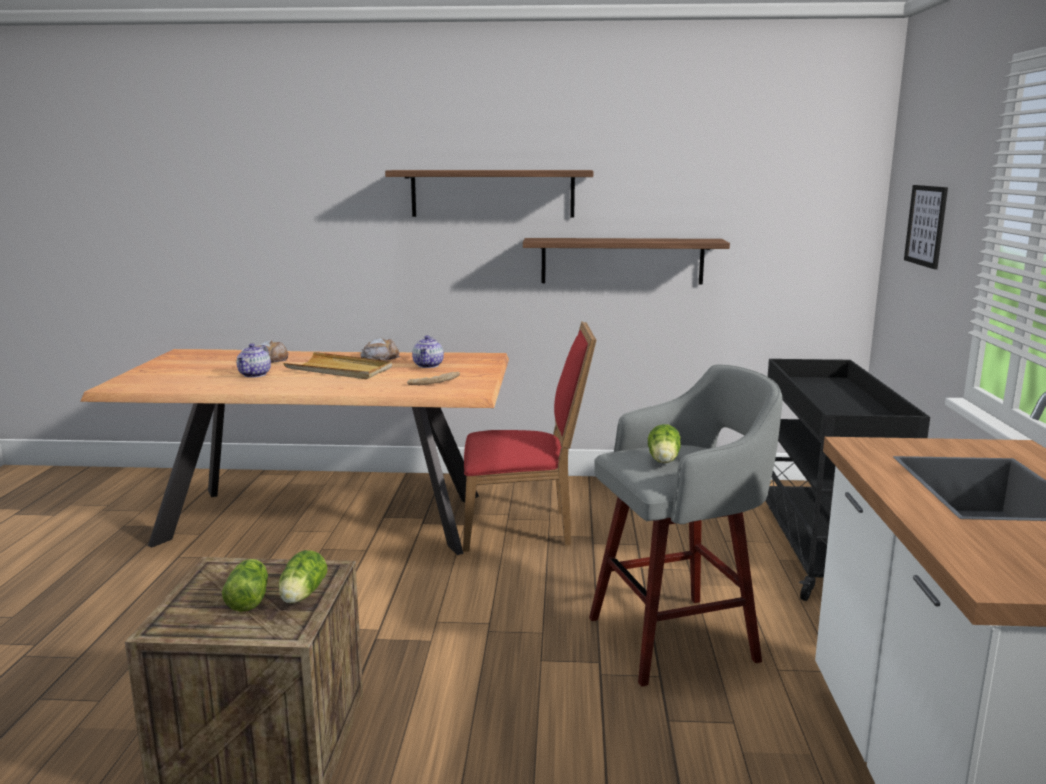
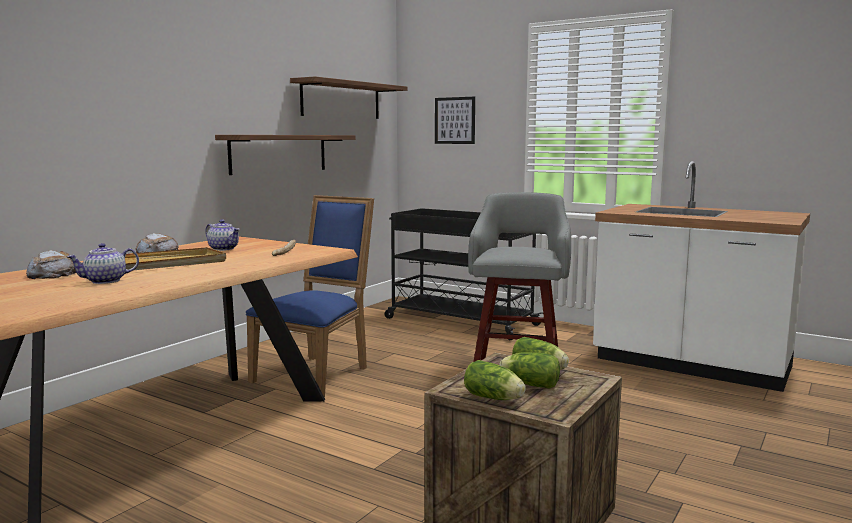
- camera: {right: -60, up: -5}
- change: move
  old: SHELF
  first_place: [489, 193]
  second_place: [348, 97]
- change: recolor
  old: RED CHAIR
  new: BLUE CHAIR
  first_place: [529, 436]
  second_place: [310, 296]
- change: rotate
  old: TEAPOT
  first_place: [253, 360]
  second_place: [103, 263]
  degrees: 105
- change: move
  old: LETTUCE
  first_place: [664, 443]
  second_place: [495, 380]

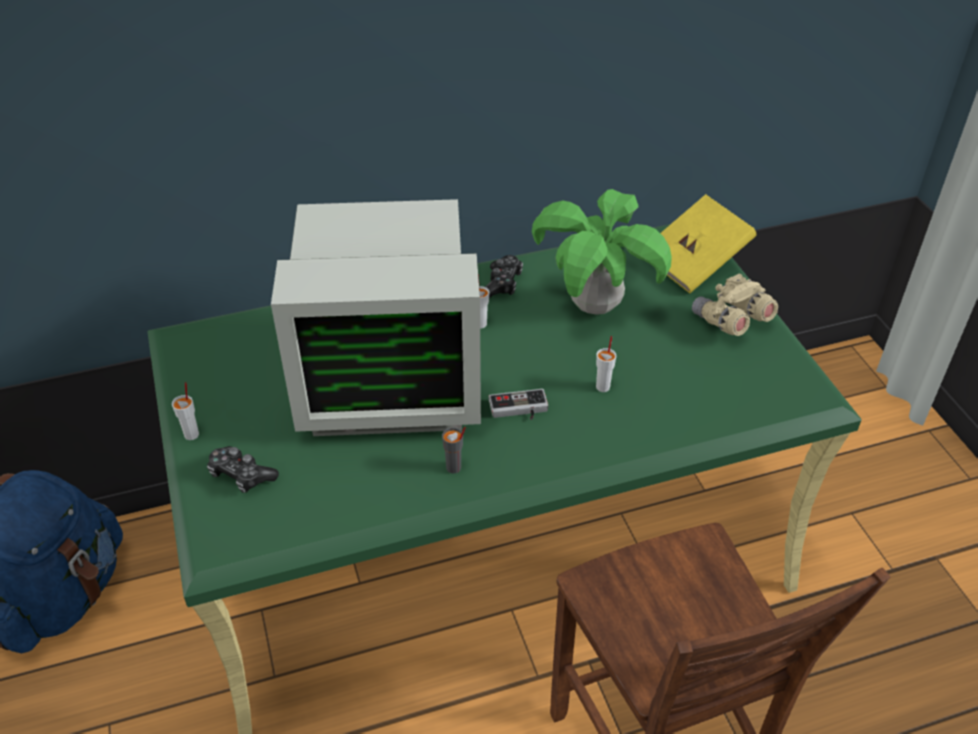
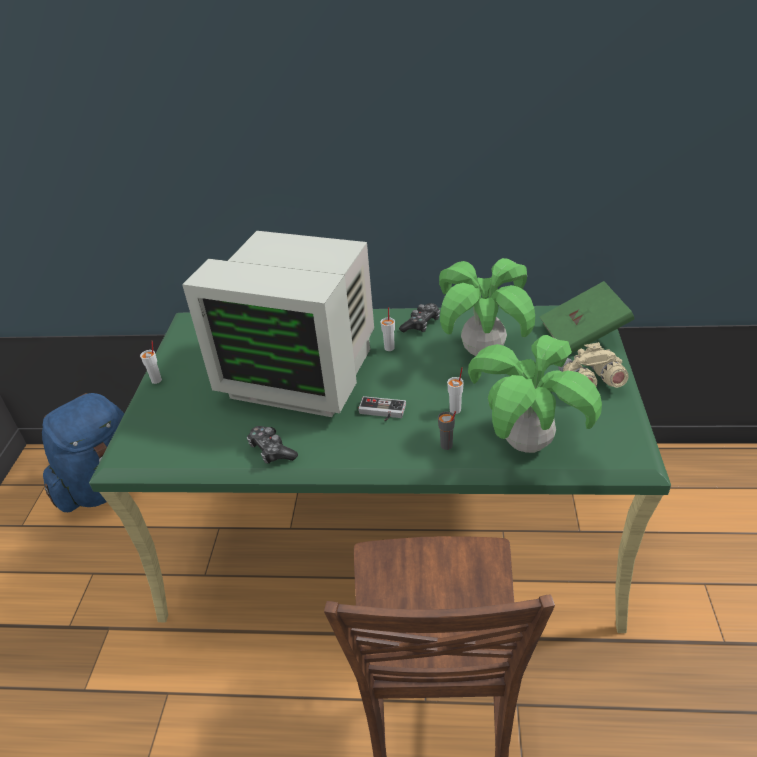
- camera: {right: 25, up: -5}
- change: recolor
  old: YELLOW BOOK
  new: GREEN BOOK
  first_place: [708, 243]
  second_place: [587, 317]
- change: move
  old: GREY CUP
  first_place: [454, 450]
  second_place: [447, 430]
- change: move
  old: GAME CONTROLLER
  first_place: [243, 469]
  second_place: [272, 445]
- change: insert
  new: POTTED PLANT
  second_place: [535, 394]

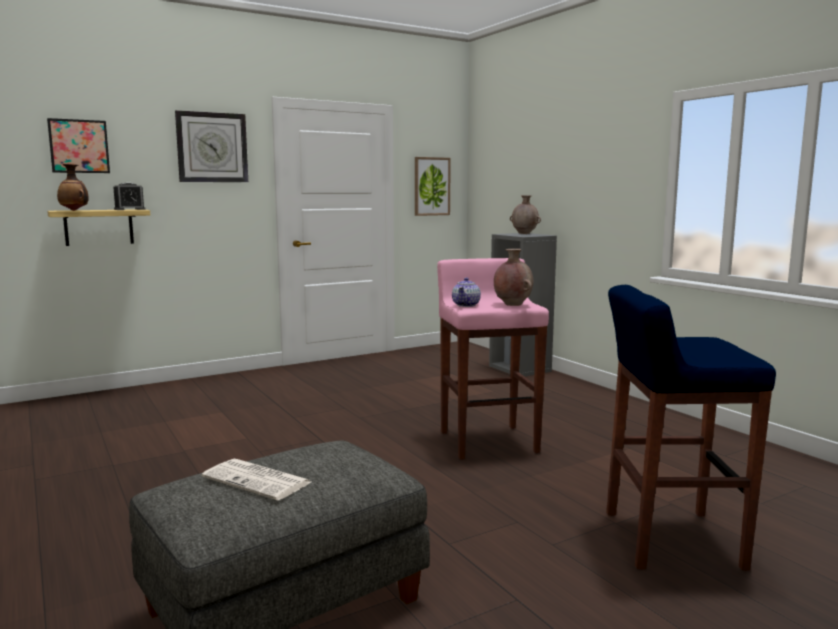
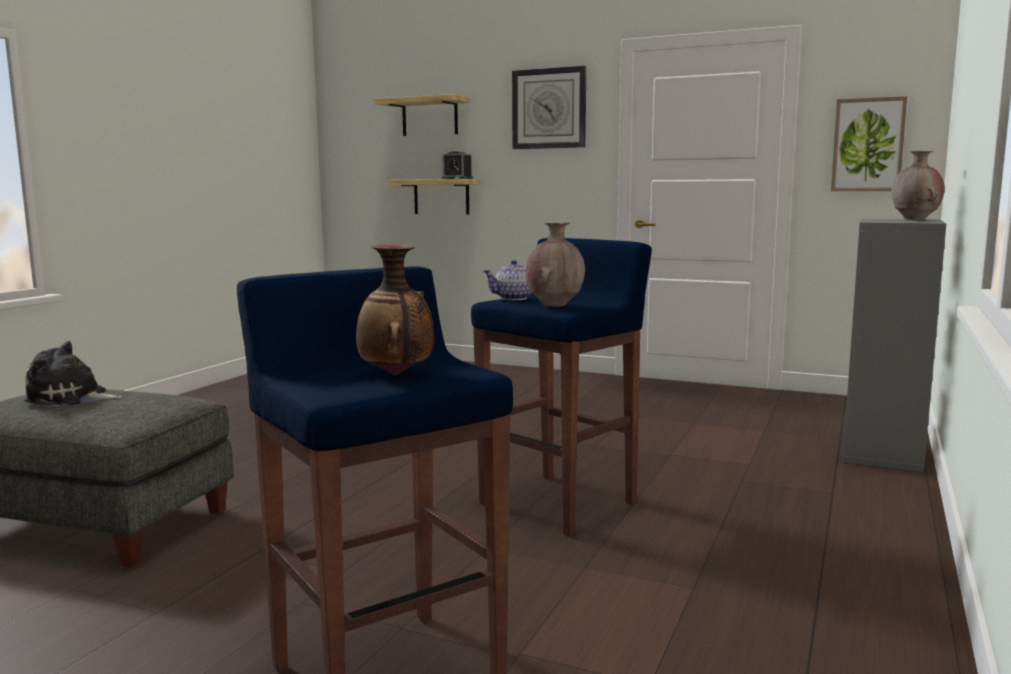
- camera: {right: 55, up: 0}
- change: replace
  old: PICTURE
  new: SHELF
  first_place: [78, 145]
  second_place: [421, 115]
- change: move
  old: VASE
  first_place: [73, 187]
  second_place: [395, 309]
- change: recolor
  old: PINK STOOL
  new: BLUE STOOL
  first_place: [493, 359]
  second_place: [561, 387]
- change: replace
  old: NEWSPAPER
  new: PLUSH TOY
  first_place: [256, 480]
  second_place: [72, 373]

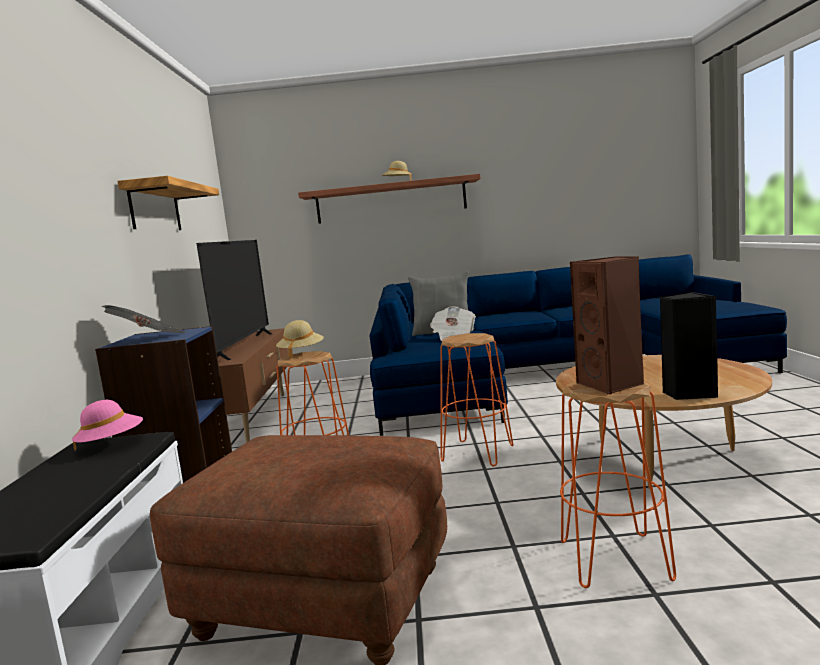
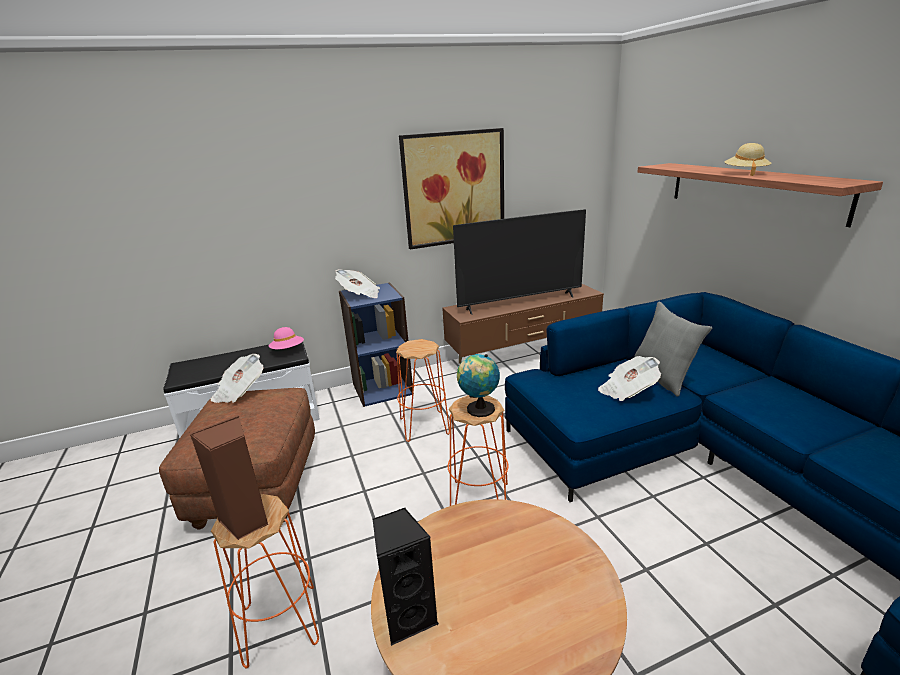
- camera: {right: 70, up: 15}
- change: replace
  old: SHELF
  new: PICTURE
  first_place: [168, 203]
  second_place: [451, 189]
- change: delete
  old: BEIGE HAT
  first_place: [300, 339]
- change: insert
  new: NEWSPAPER
  second_place: [237, 378]
- change: insert
  new: GLOBE
  second_place: [478, 385]

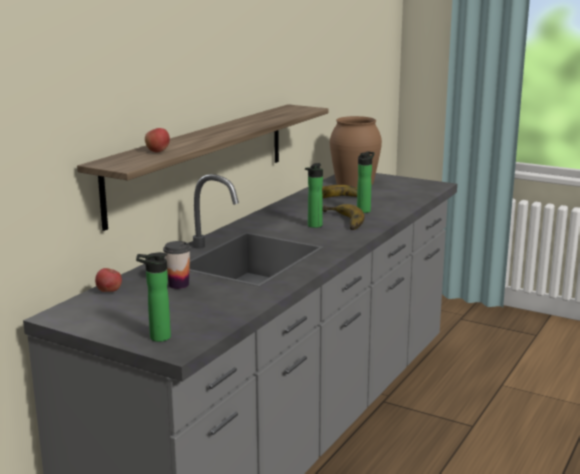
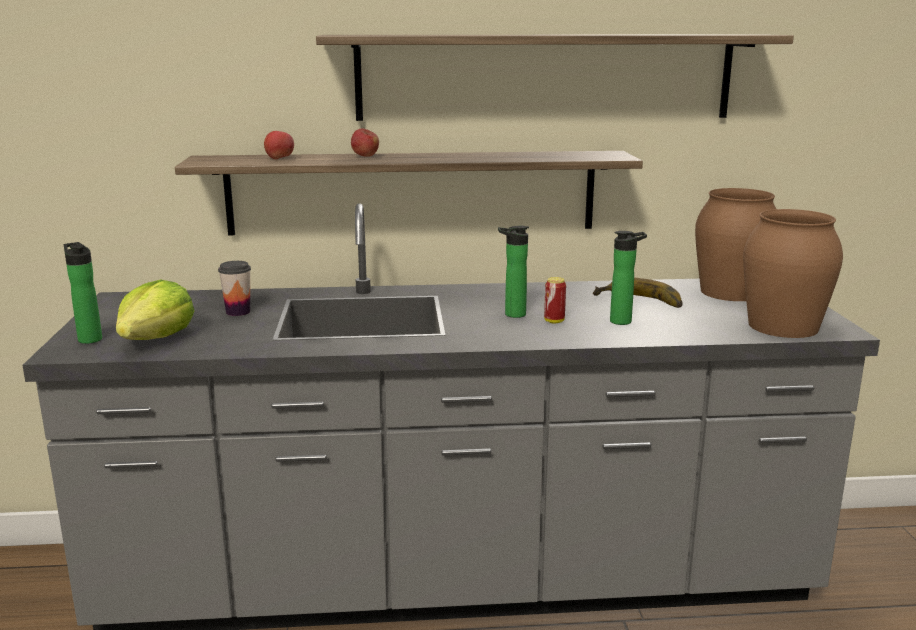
- camera: {right: 55, up: 0}
- change: replace
  old: BANANA
  new: CAN
  first_place: [343, 217]
  second_place: [555, 300]
- change: move
  old: APPLE
  first_place: [108, 280]
  second_place: [365, 142]
- change: insert
  new: SHELF
  second_place: [555, 77]
- change: insert
  new: BROWN VASE
  second_place: [793, 273]
- change: insert
  new: LETTUCE
  second_place: [155, 310]

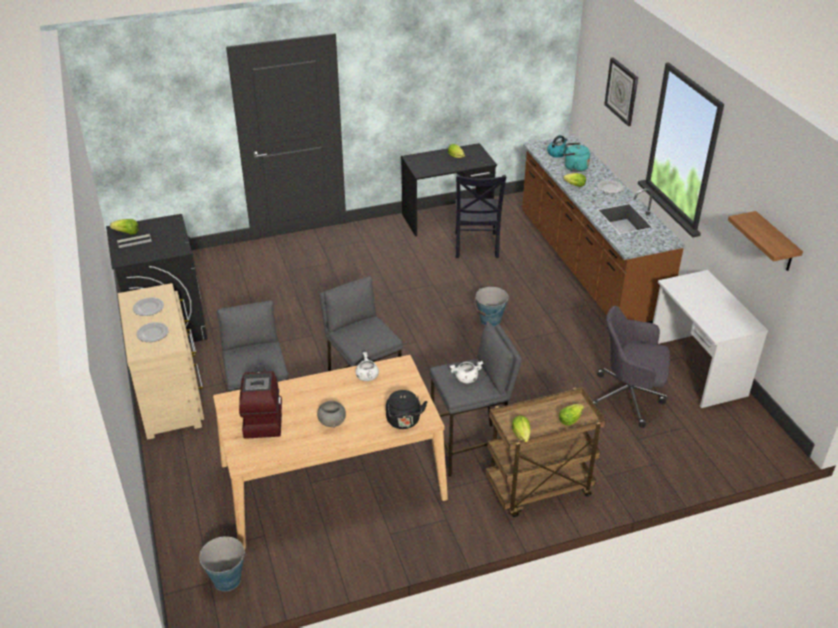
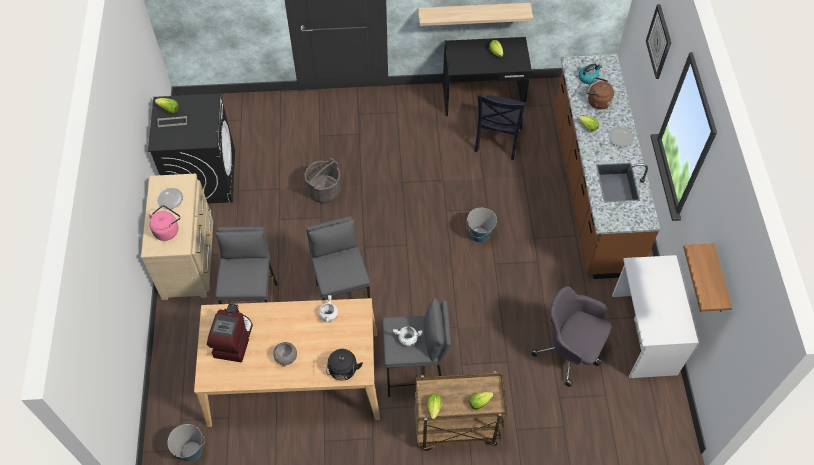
- camera: {right: 15, up: 20}
- change: recolor
  old: TURQUOISE KETTLE
  new: BROWN KETTLE
  first_place: [576, 157]
  second_place: [600, 93]
- change: replace
  old: PLATE
  new: PINK KETTLE
  first_place: [152, 332]
  second_place: [164, 223]
- change: insert
  new: SHELF
  second_place: [475, 14]
- change: insert
  new: GREY BUCKET
  second_place: [322, 181]

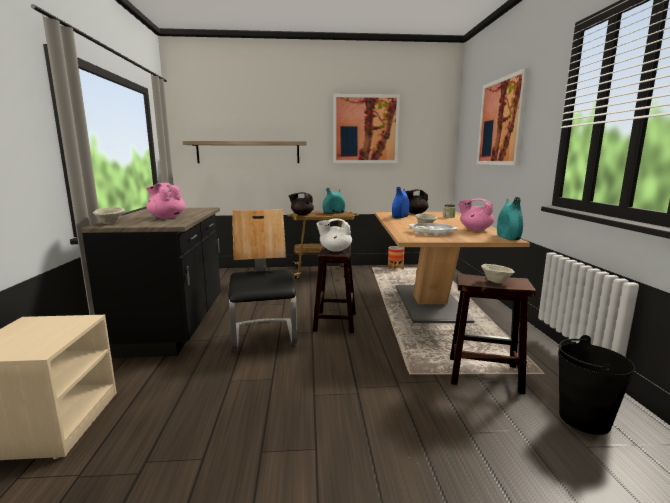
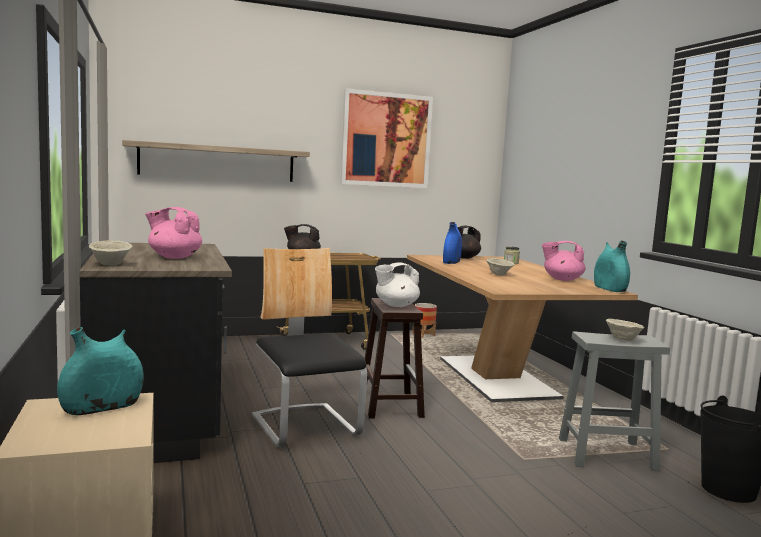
- camera: {right: -15, up: -5}
- change: delete
  old: PICTURE
  first_place: [503, 116]
- change: move
  old: TURQUOISE VASE
  first_place: [333, 201]
  second_place: [100, 371]
- change: delete
  old: WHITE TRAY
  first_place: [433, 229]
- change: recolor
  old: BROWN STOOL
  new: GREY STOOL
  first_place: [493, 334]
  second_place: [614, 401]

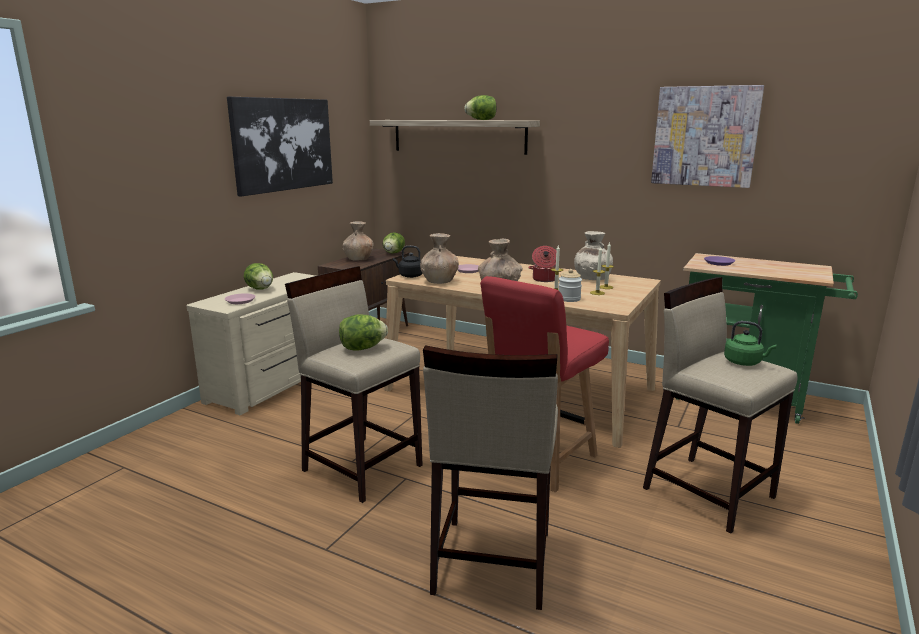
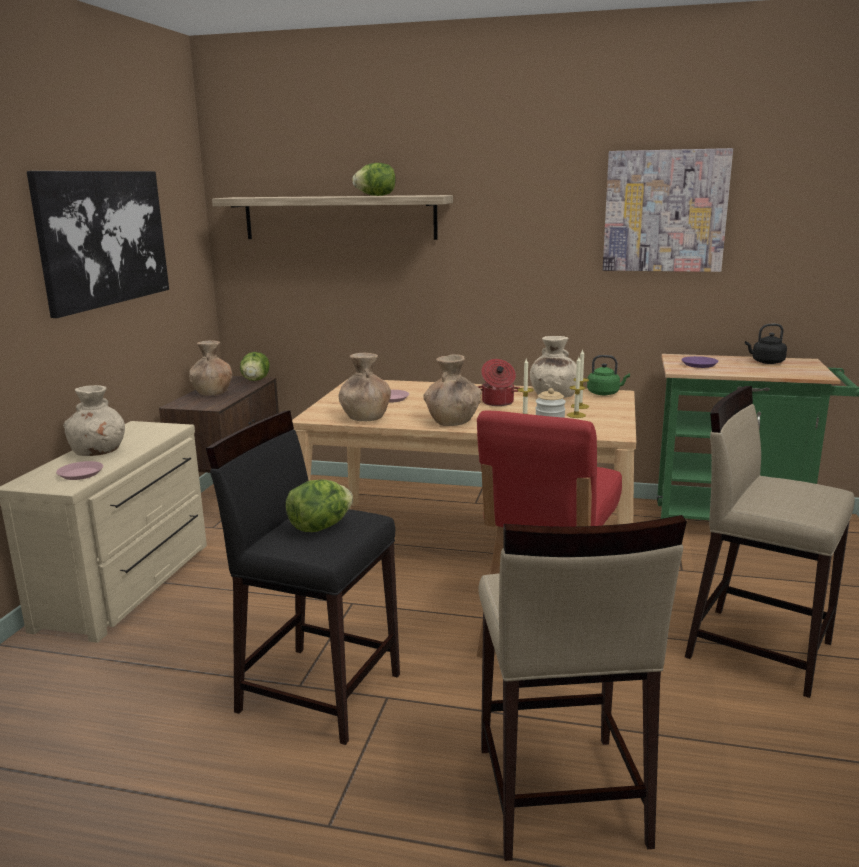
- camera: {right: -15, up: 0}
- change: move
  old: BLACK KETTLE
  first_place: [408, 262]
  second_place: [766, 344]
- change: replace
  old: LETTUCE
  new: BEIGE VASE
  first_place: [258, 276]
  second_place: [94, 420]
- change: recolor
  old: BEIGE STOOL
  new: BLACK STOOL
  first_place: [353, 384]
  second_place: [303, 577]
- change: move
  old: GREEN KETTLE
  first_place: [750, 343]
  second_place: [608, 375]

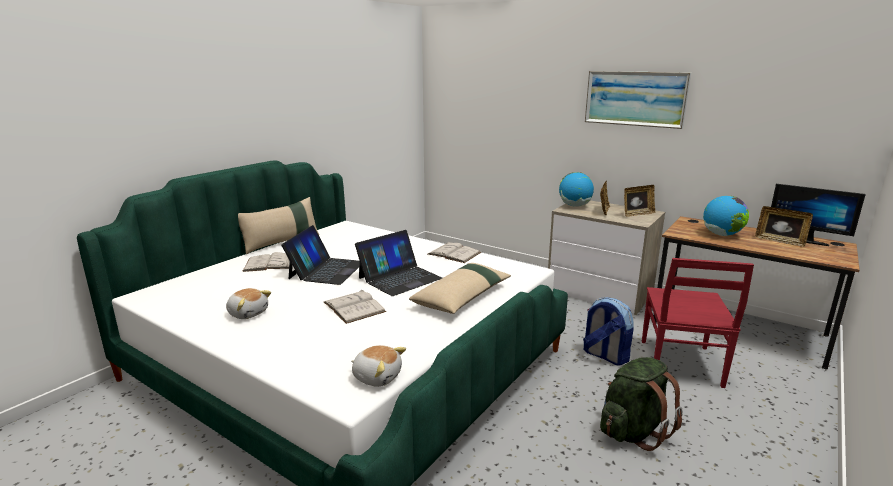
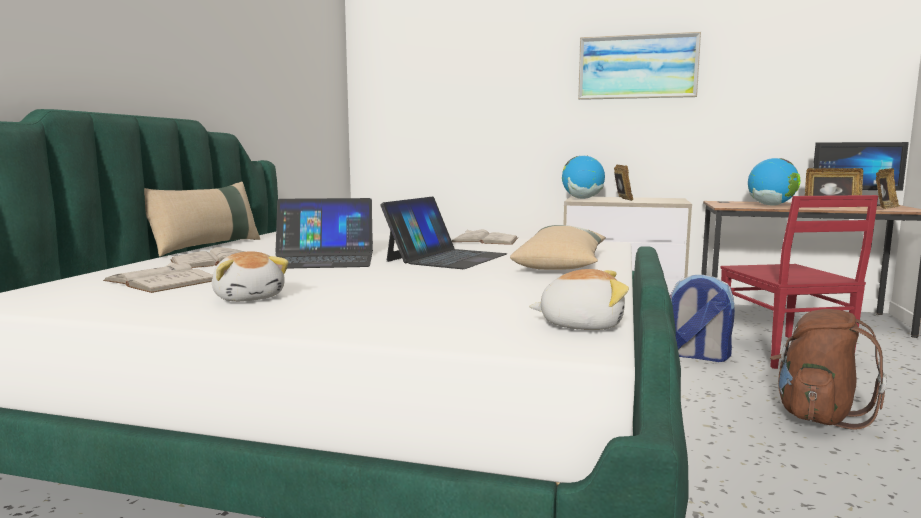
- camera: {right: -20, up: -10}
- change: move
  old: PICTURE FRAME
  first_place: [640, 201]
  second_place: [888, 188]
- change: rotate
  old: LAPTOP
  first_place: [320, 255]
  second_place: [324, 233]
  degrees: 90
- change: rotate
  old: PLUSH TOY
  first_place: [248, 303]
  second_place: [250, 276]
  degrees: 45
- change: move
  old: WHITE BOOK
  first_place: [355, 306]
  second_place: [158, 277]
- change: recolor
  old: GREEN BACKPACK
  new: BROWN BACKPACK
  first_place: [641, 404]
  second_place: [828, 369]

